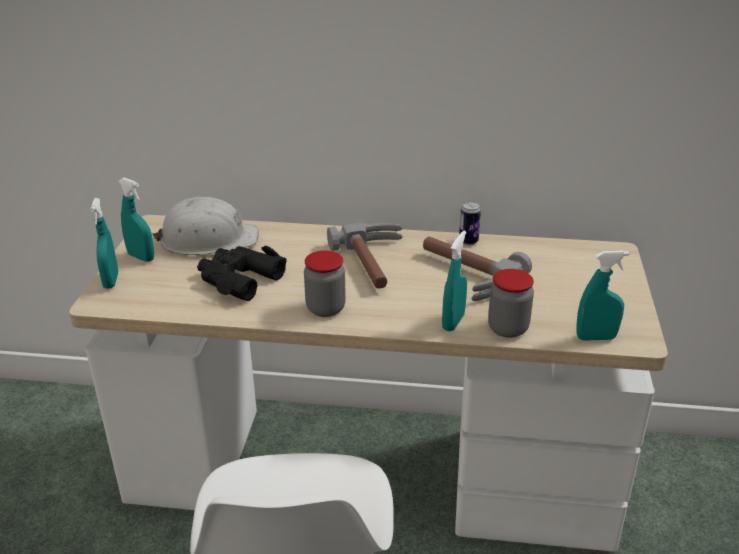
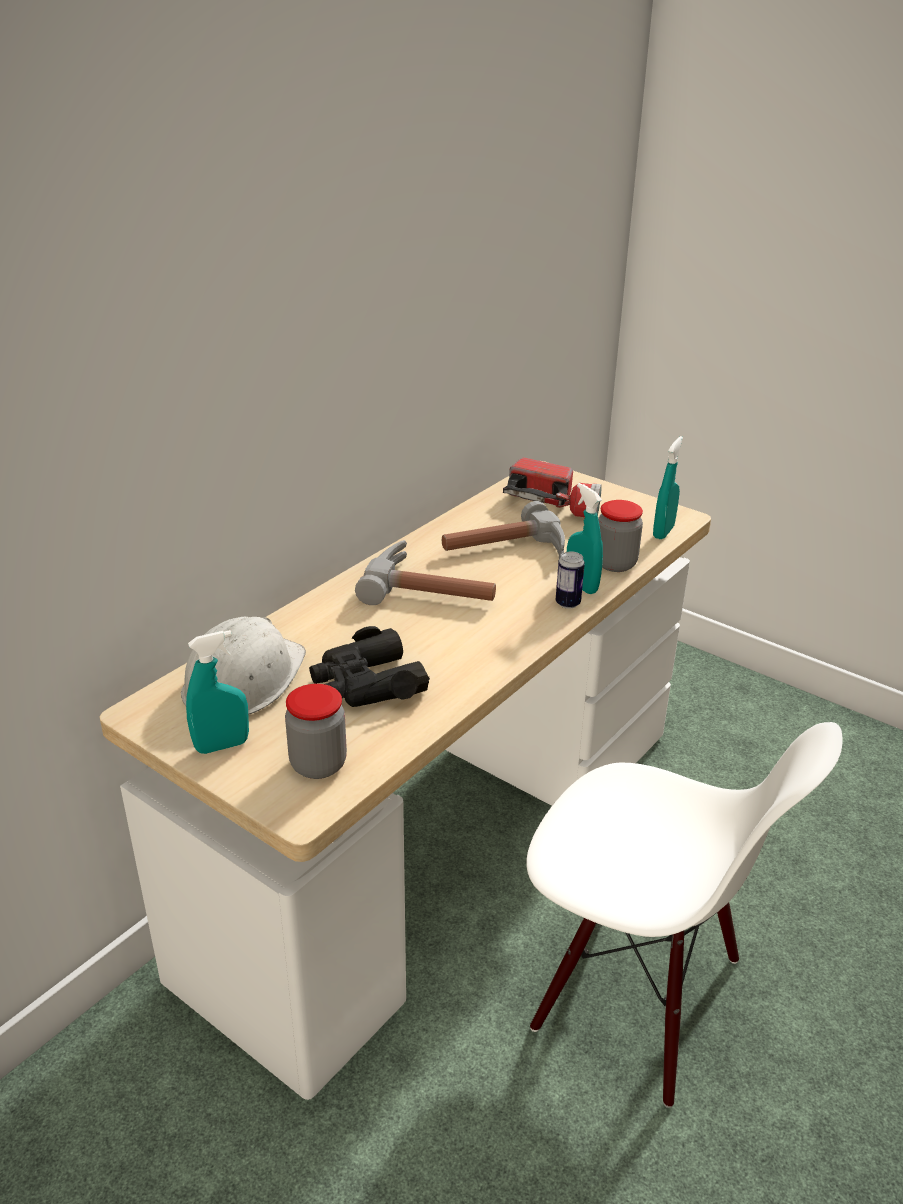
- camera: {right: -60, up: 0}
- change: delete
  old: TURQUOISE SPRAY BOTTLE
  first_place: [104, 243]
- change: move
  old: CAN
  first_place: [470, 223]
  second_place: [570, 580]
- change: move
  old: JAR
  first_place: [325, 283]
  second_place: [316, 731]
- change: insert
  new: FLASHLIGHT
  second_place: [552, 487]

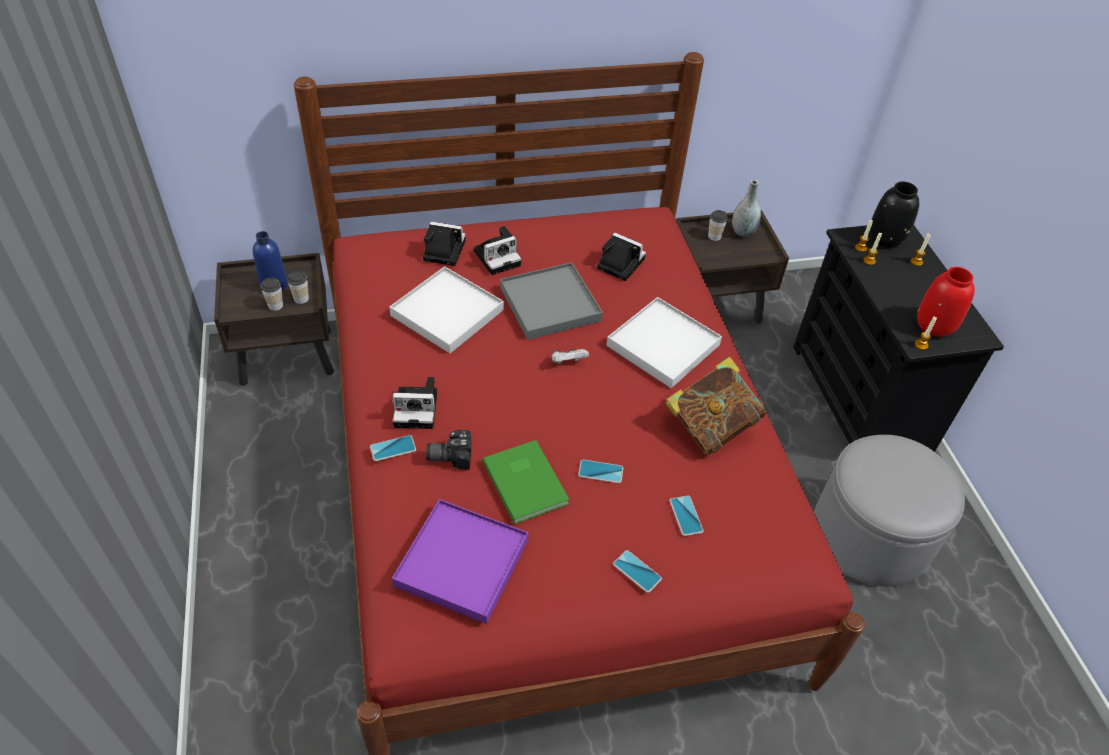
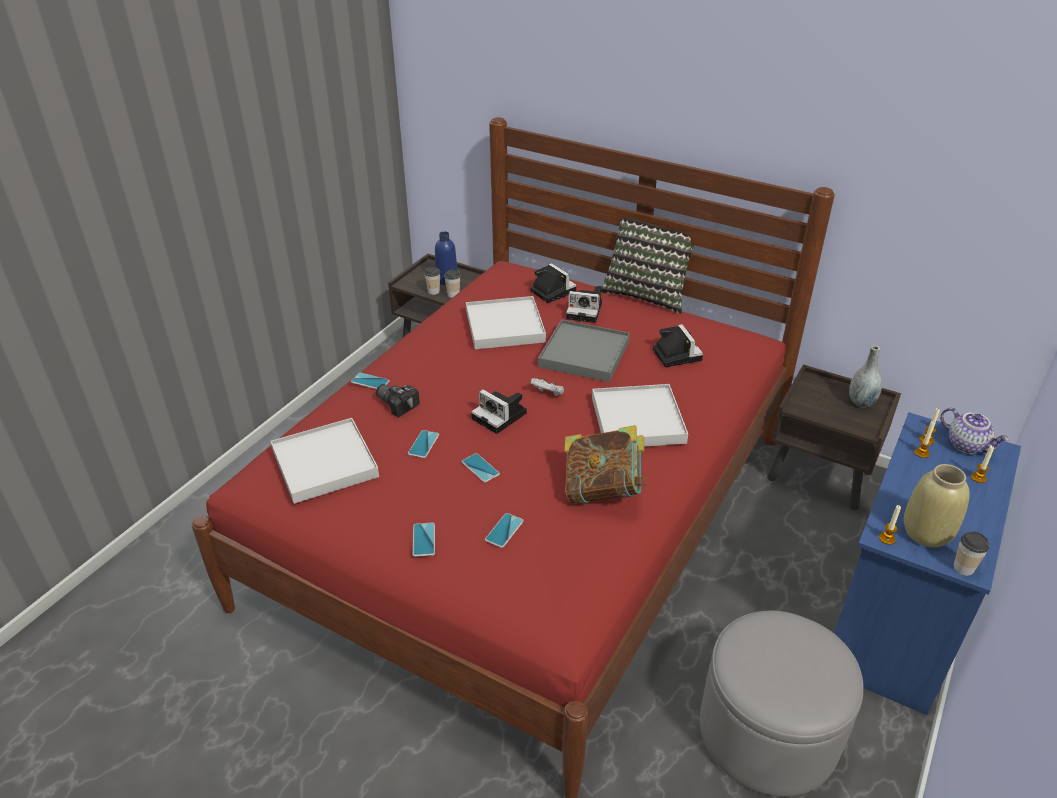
- camera: {right: 45, up: -10}
- change: replace
  old: BLACK VASE
  new: TEAPOT
  first_place: [895, 215]
  second_place: [974, 431]
- change: move
  old: CUP
  first_place: [718, 225]
  second_place: [971, 553]
- change: recolor
  old: BLACK DRESSER
  new: BLUE DRESSER
  first_place: [898, 338]
  second_place: [927, 563]
- change: recolor
  old: RED VASE
  new: BEIGE VASE
  first_place: [946, 302]
  second_place: [937, 506]
- change: move
  old: PHOTO CAMERA
  first_place: [415, 403]
  second_place: [499, 411]
- change: replace
  old: GREEN BOOK
  new: PHONE
  first_place: [526, 482]
  second_place: [423, 444]
- change: recolor
  old: PURPLE TRAY
  new: WHITE TRAY
  first_place: [460, 561]
  second_place: [325, 461]
- change: insert
  new: PILLOW
  second_place: [647, 266]

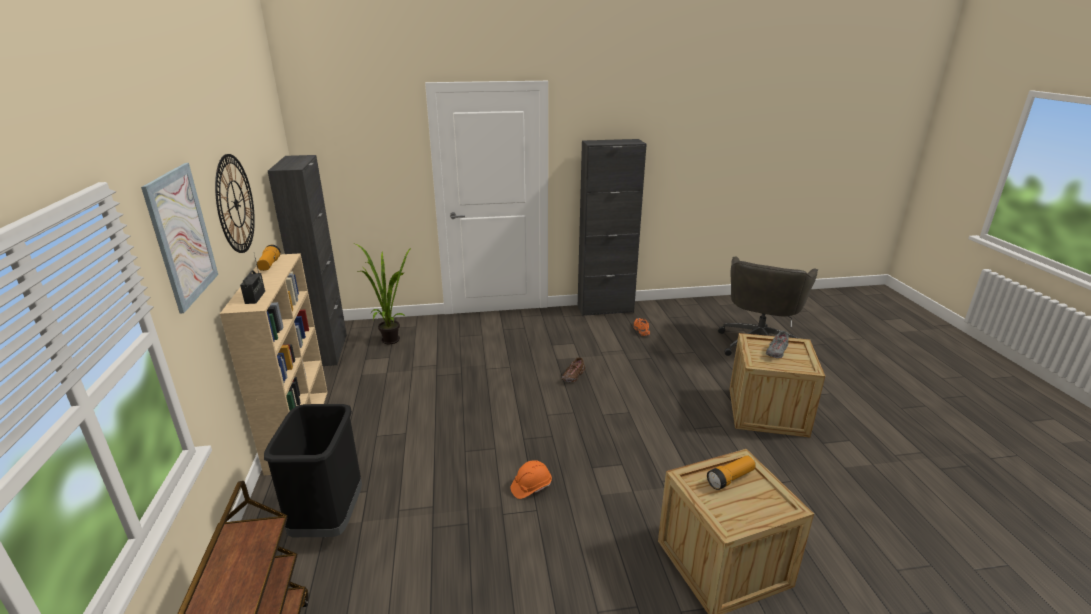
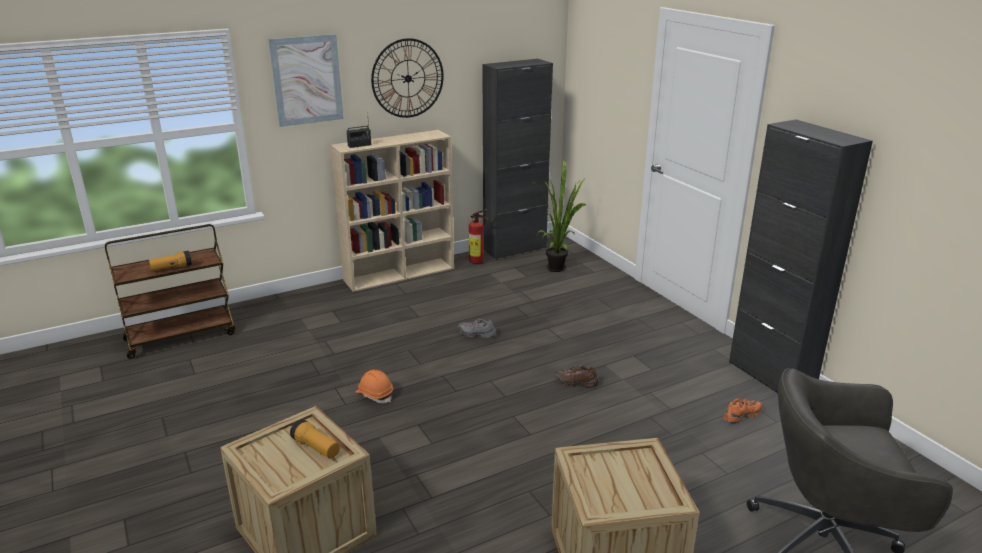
- camera: {right: 70, up: 0}
- change: move
  old: FLASHLIGHT
  first_place: [269, 258]
  second_place: [170, 261]
- change: move
  old: GREY SHOE
  first_place: [777, 344]
  second_place: [477, 328]
- change: delete
  old: BLACK TRASH CAN
  first_place: [313, 470]
- change: insert
  new: FIRE EXTINGUISHER
  second_place: [479, 236]

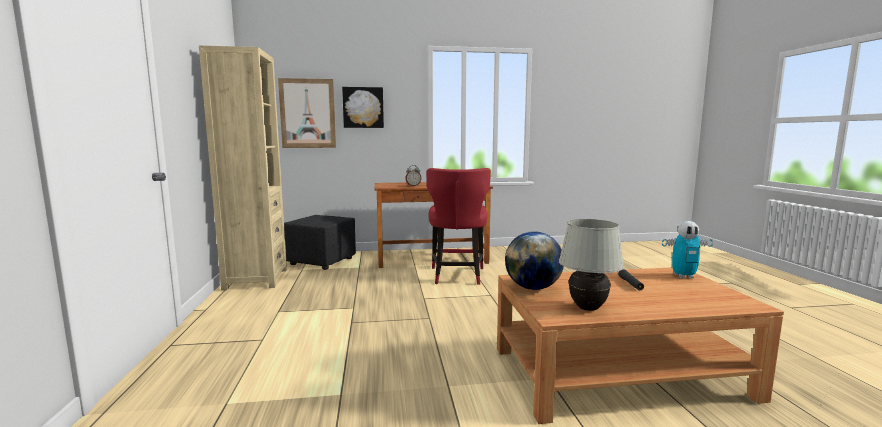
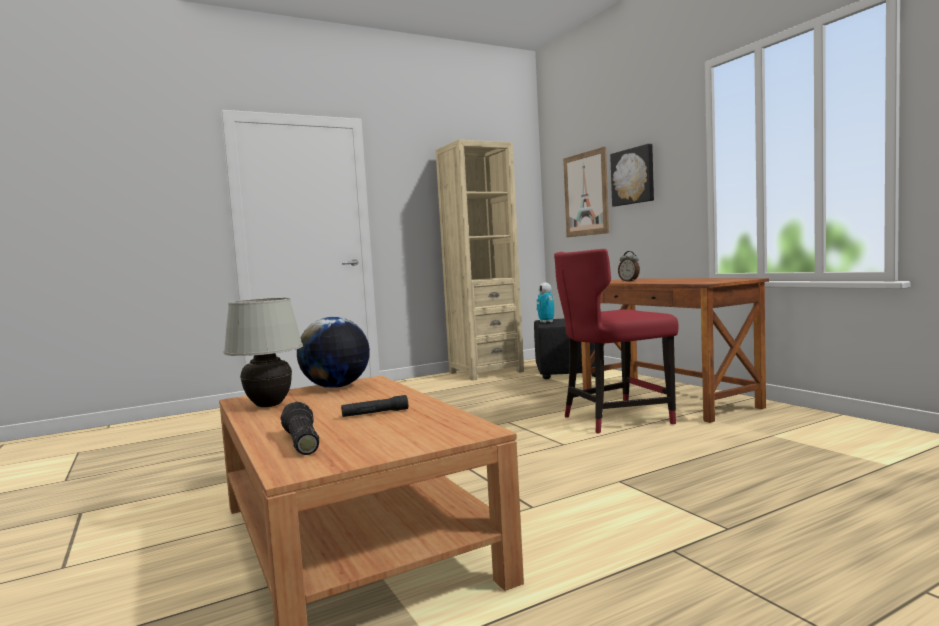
- camera: {right: 70, up: -5}
- change: move
  old: TOY ROBOT
  first_place: [687, 250]
  second_place: [545, 302]
- change: insert
  new: FLASHLIGHT
  second_place: [300, 428]

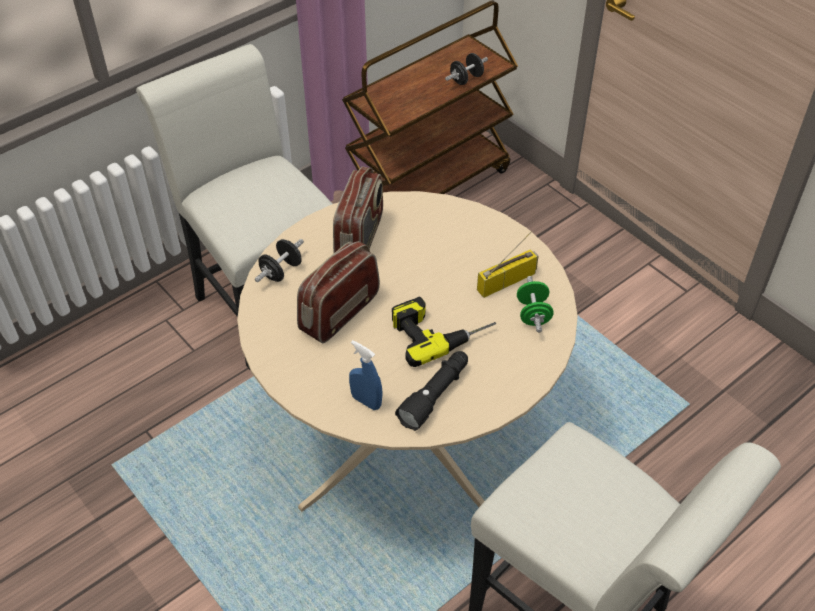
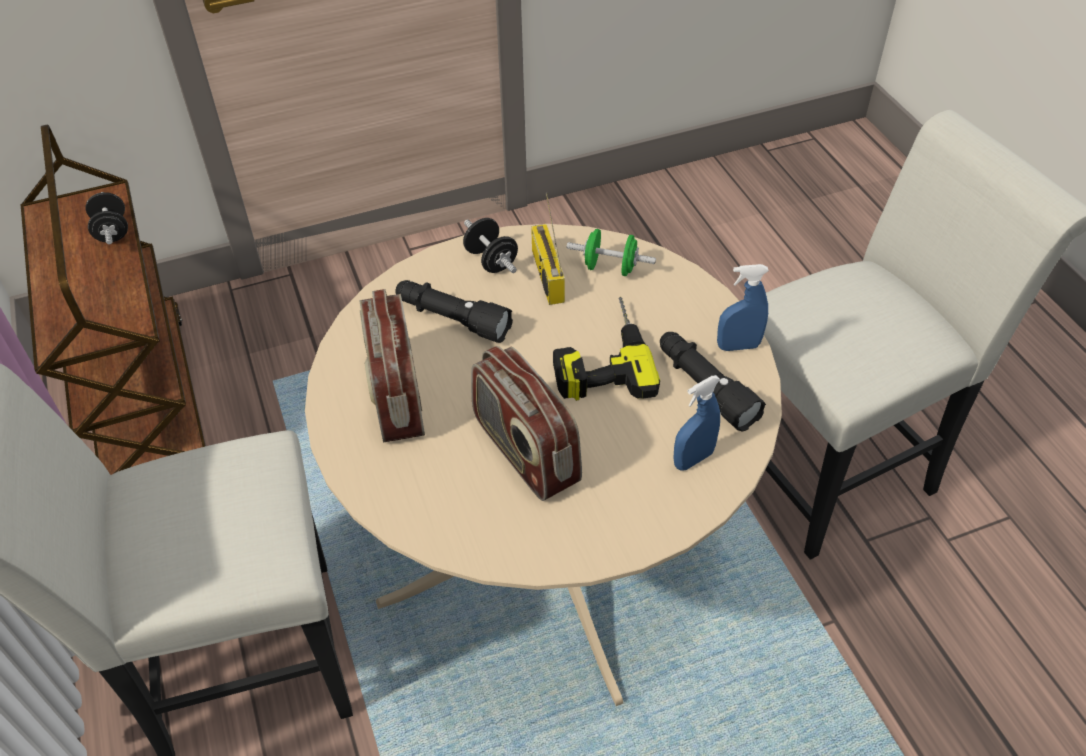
- camera: {right: -70, up: 0}
- change: rotate
  old: RADIO
  first_place: [358, 209]
  second_place: [392, 366]
  degrees: -135
- change: move
  old: BLACK DUMBBELL
  first_place: [279, 260]
  second_place: [490, 245]
- change: insert
  new: BLUE SPRAY BOTTLE
  second_place: [743, 307]
- change: insert
  new: BLACK FLASHLIGHT
  second_place: [454, 311]

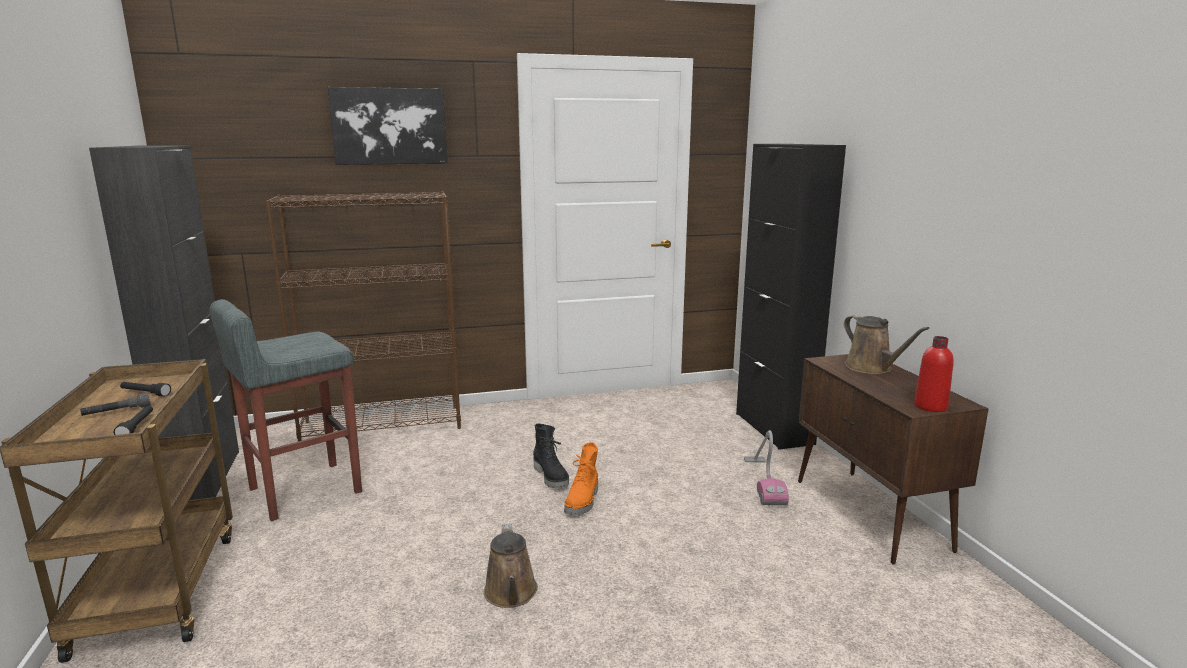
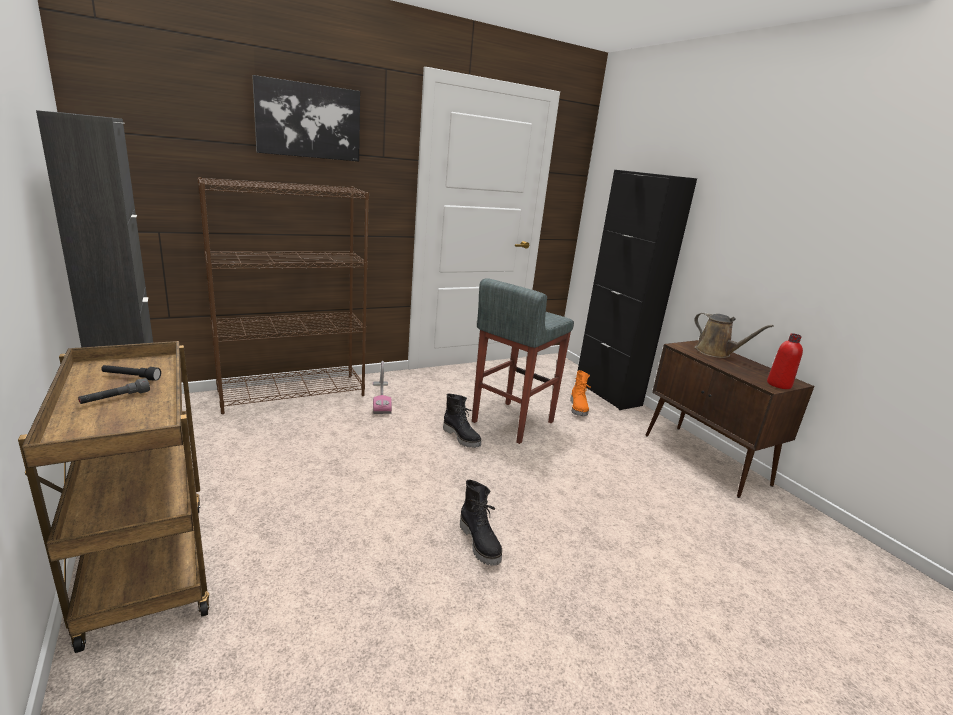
- camera: {right: -15, up: 5}
- change: move
  old: GREY STOOL
  first_place: [286, 410]
  second_place: [523, 361]
- change: delete
  old: BLACK FLASHLIGHT
  first_place: [133, 420]
- change: move
  old: VACUUM CLEANER
  first_place: [766, 467]
  second_place: [382, 387]
- change: move
  old: ORANGE BOOT
  first_place: [581, 478]
  second_place: [580, 393]
- change: replace
  old: BROWN WATERING CAN
  new: BLACK BOOT
  first_place: [511, 565]
  second_place: [481, 523]

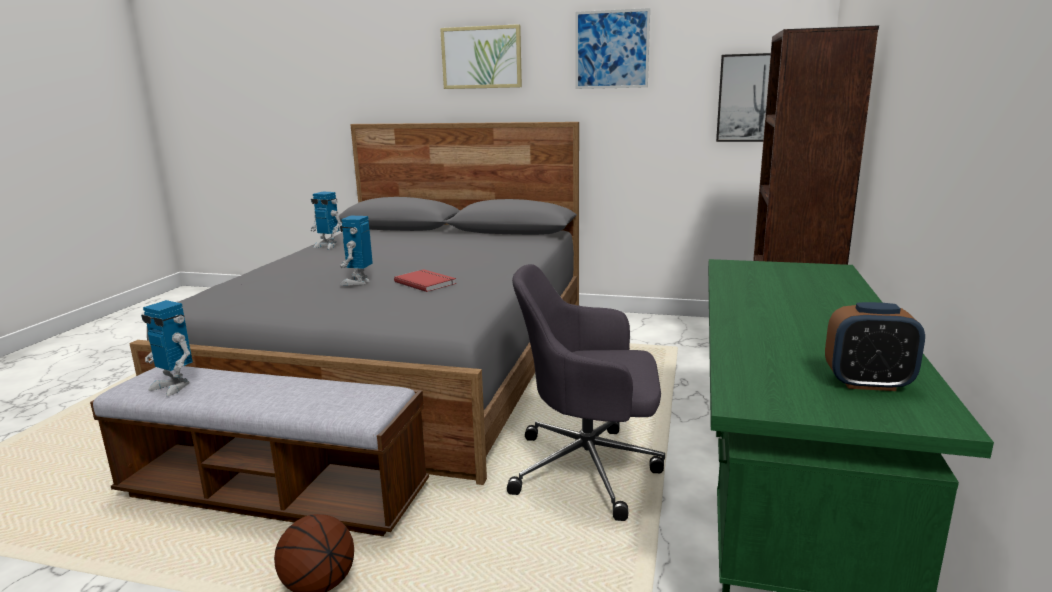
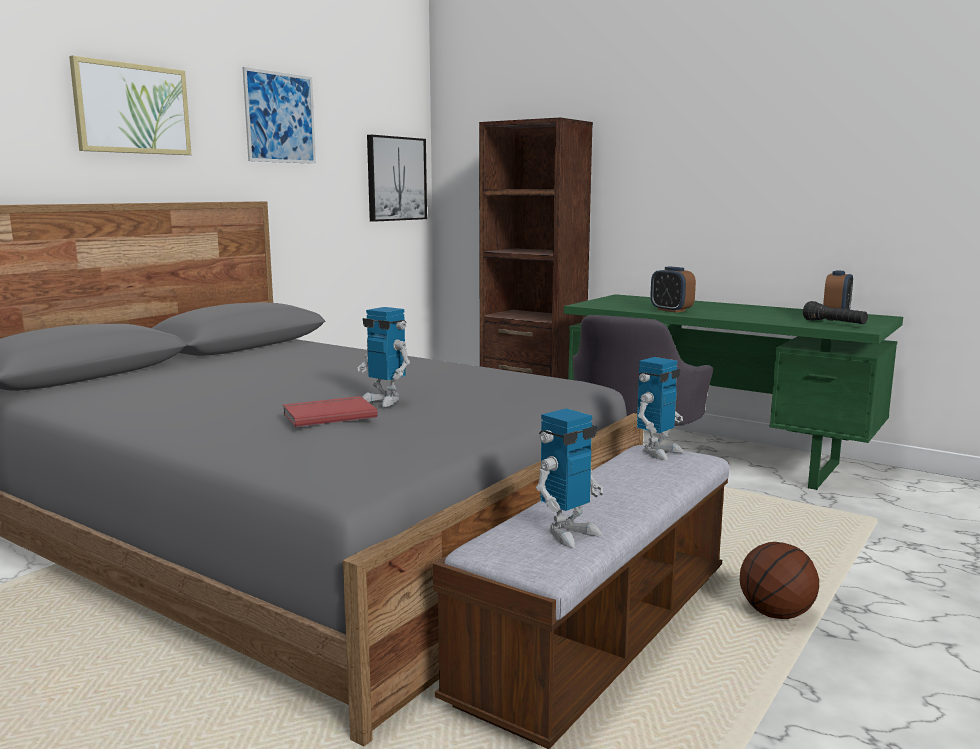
- camera: {right: -70, up: -5}
- change: move
  old: TOY ROBOT
  first_place: [326, 220]
  second_place: [660, 408]
- change: move
  old: RED BOOK
  first_place: [425, 280]
  second_place: [330, 411]
- change: insert
  new: ALARM CLOCK
  second_place: [673, 290]
- change: insert
  new: BLACK FLASHLIGHT
  second_place: [835, 312]

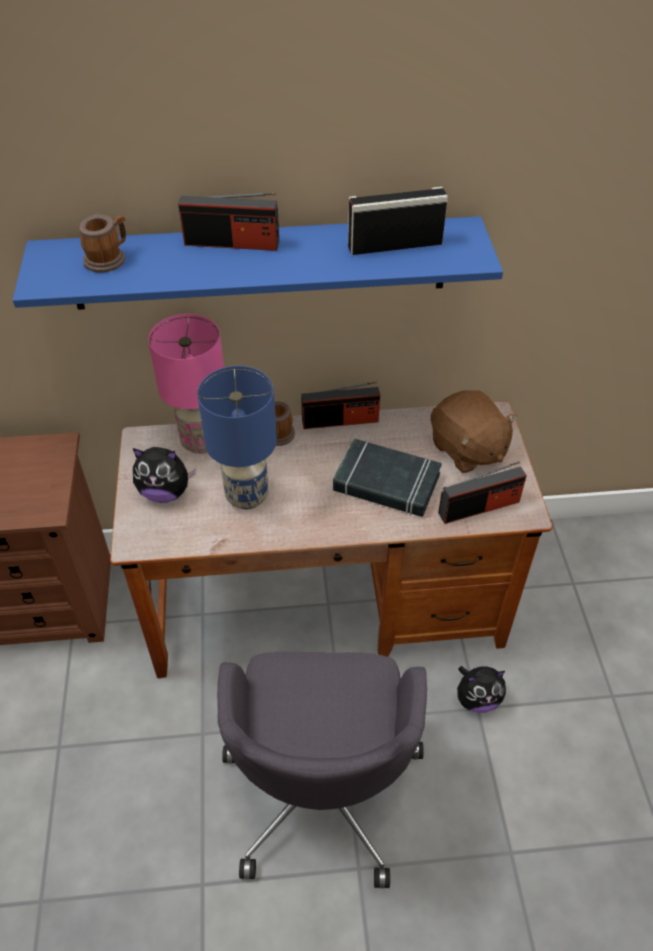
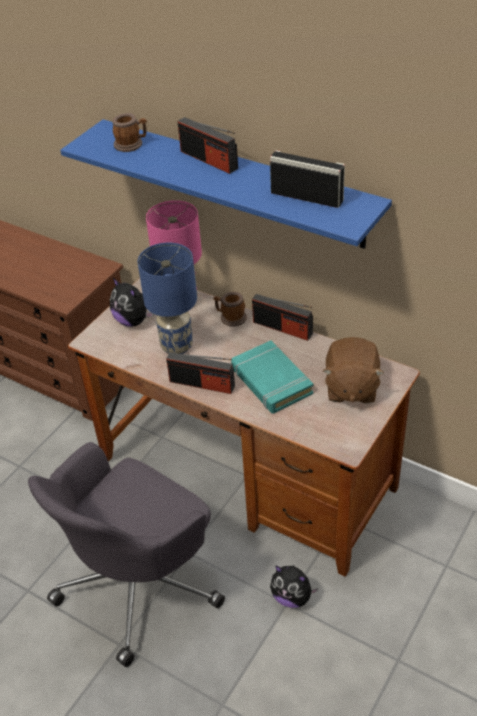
- camera: {right: 40, up: -5}
- change: recolor
  old: BLACK BOOK
  new: TURQUOISE BOOK
  first_place: [387, 477]
  second_place: [272, 377]
- change: move
  old: RADIO
  first_place: [482, 492]
  second_place: [200, 373]

